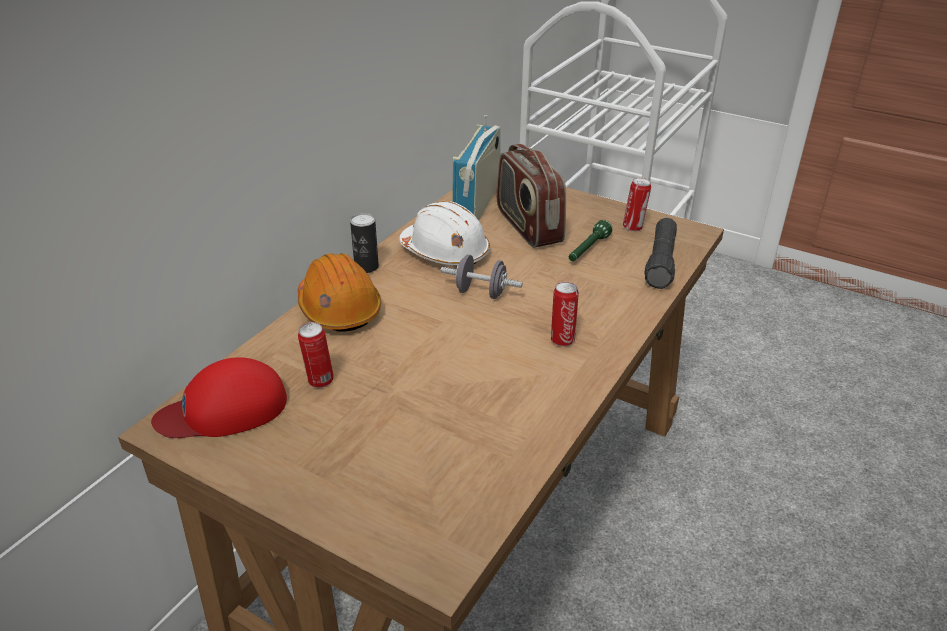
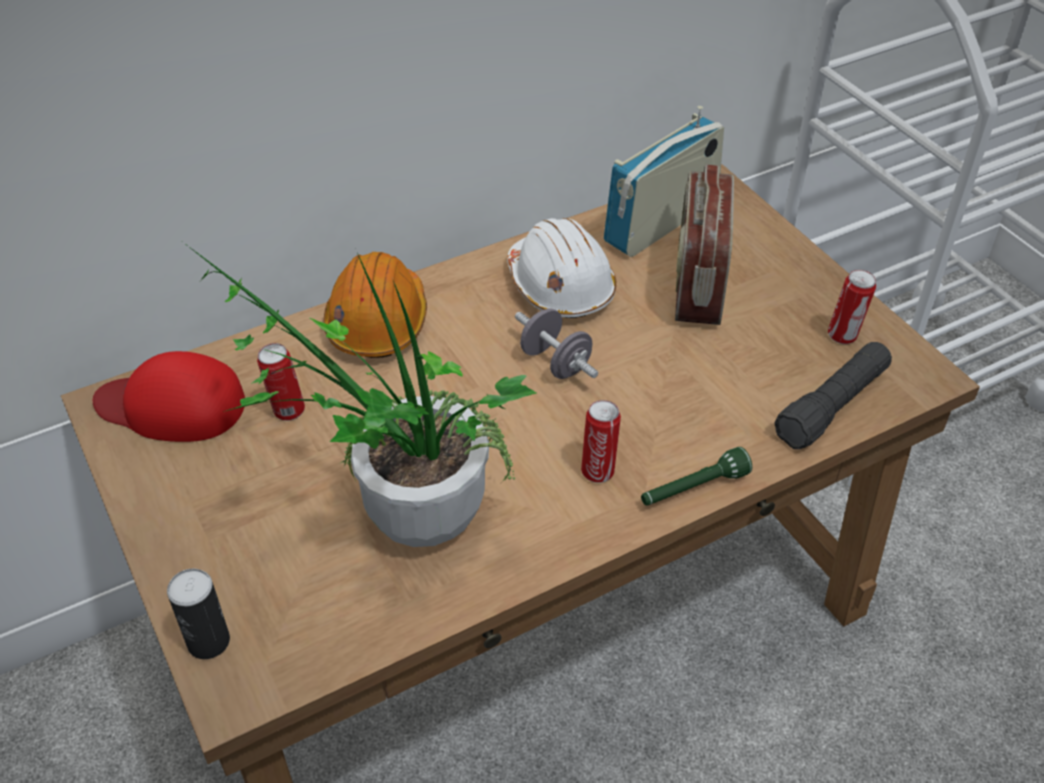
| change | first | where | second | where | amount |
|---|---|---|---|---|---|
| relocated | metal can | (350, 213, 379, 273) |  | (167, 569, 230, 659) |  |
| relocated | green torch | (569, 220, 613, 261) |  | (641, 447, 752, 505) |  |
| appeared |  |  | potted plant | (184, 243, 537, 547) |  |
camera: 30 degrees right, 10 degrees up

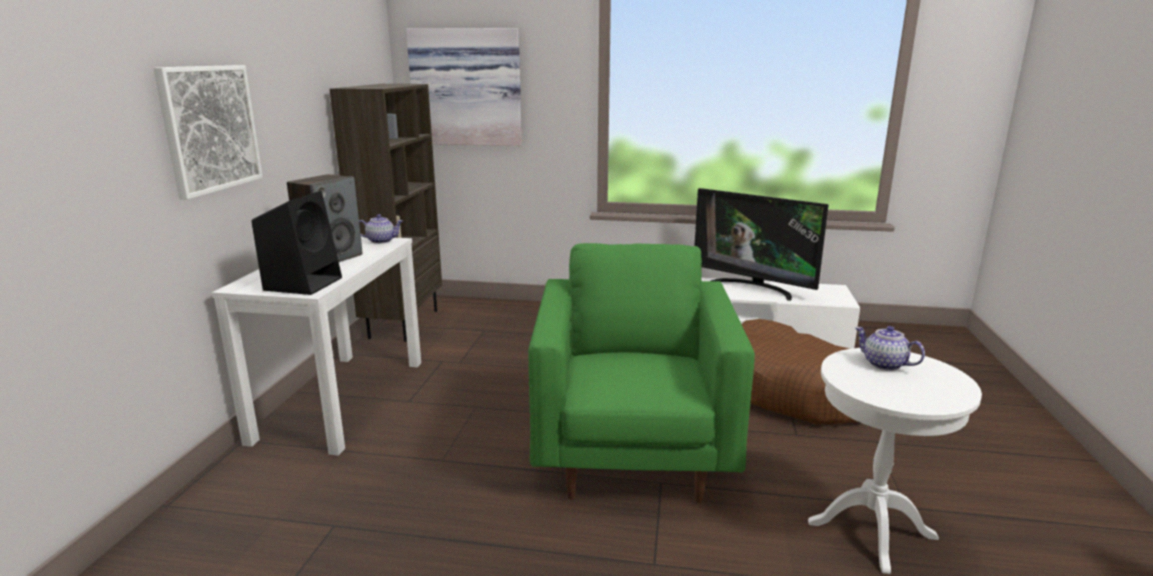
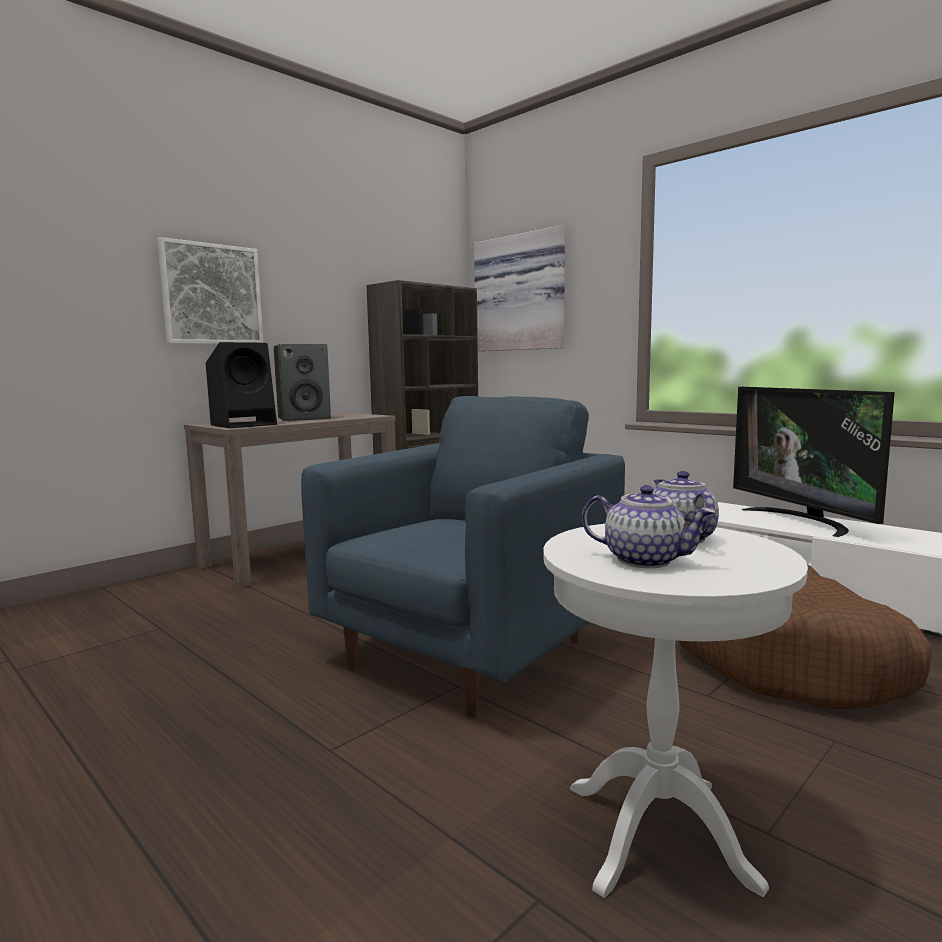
| change | first | where | second | where | amount |
|---|---|---|---|---|---|
| colour | whitish narrow table | (211, 236, 421, 456) | brown-coloured narrow table | (184, 413, 396, 588) |  |
| relocated | teapot | (359, 214, 403, 244) |  | (582, 485, 716, 568) |  |
| colour | green lounge chair | (528, 243, 755, 503) | blue-coloured lounge chair | (301, 396, 625, 718) |  |
camera: 35 degrees right, 10 degrees down

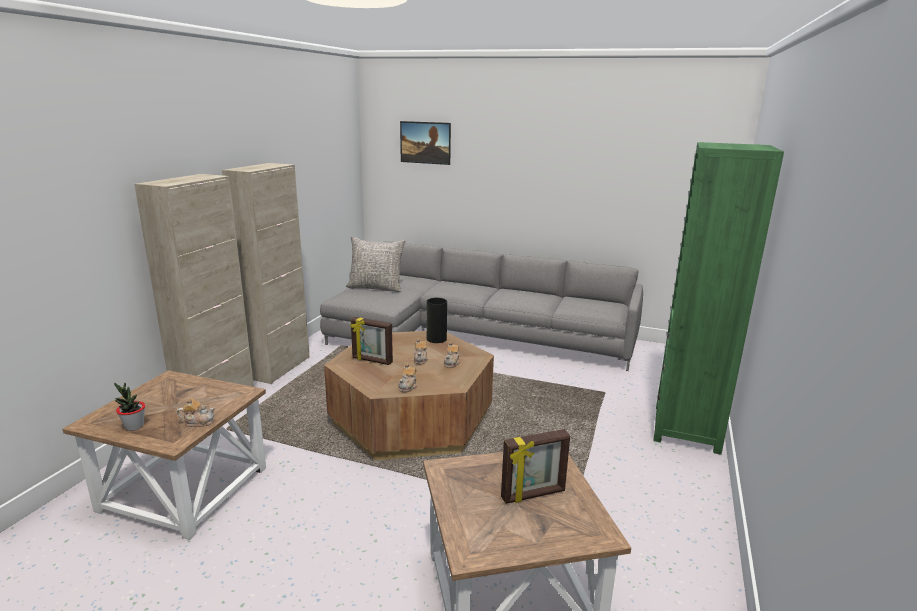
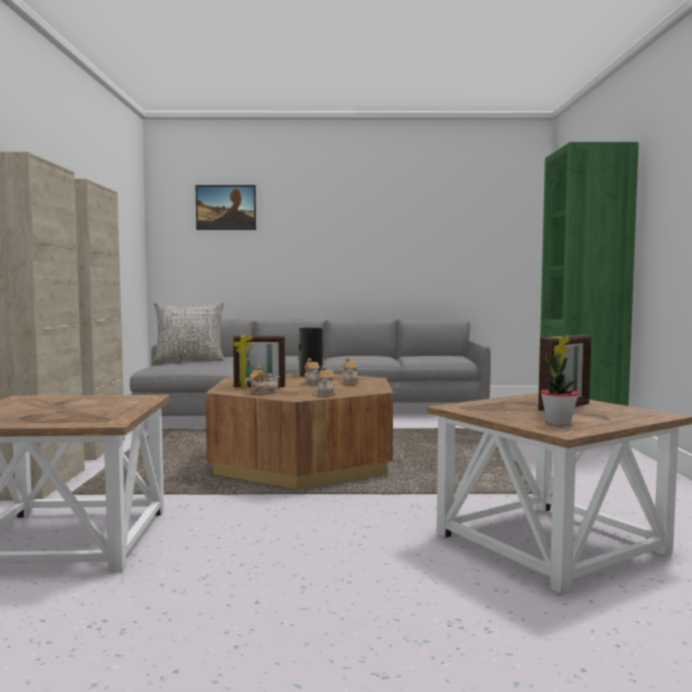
| change | first | where | second | where | amount |
|---|---|---|---|---|---|
| relocated | potted plant | (114, 382, 145, 431) |  | (541, 353, 579, 425) |  |
| relocated | teapot | (177, 398, 215, 427) |  | (244, 366, 280, 395) |  |
camera: 20 degrees left, 15 degrees down

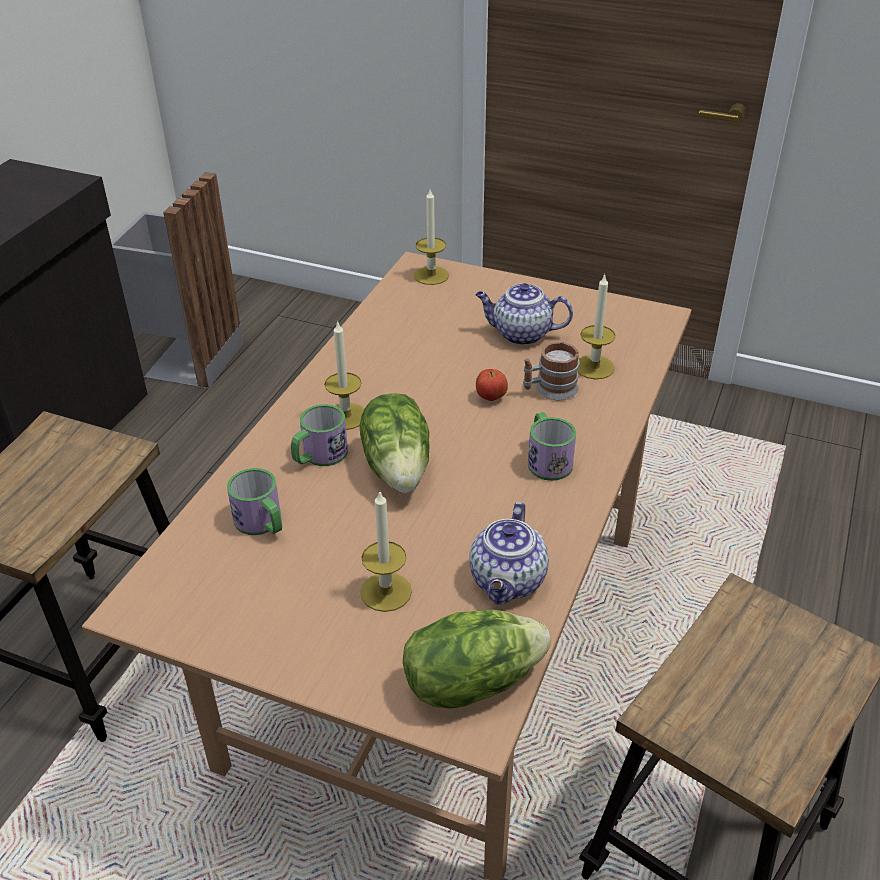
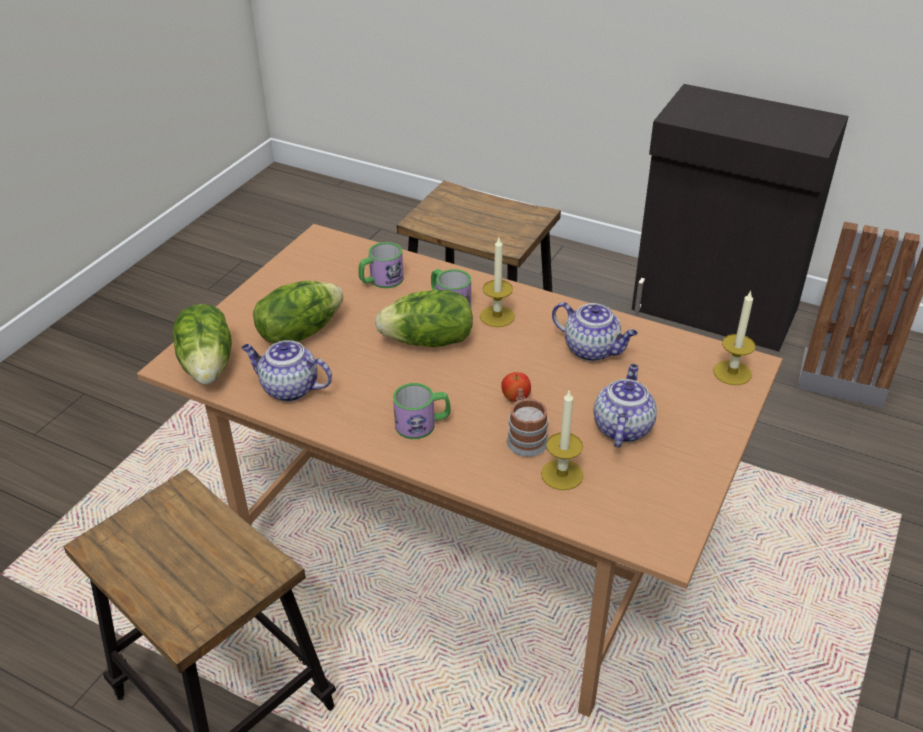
| change | first | where | second | where | amount |
|---|---|---|---|---|---|
| exchanged | wax candle | (360, 492, 412, 612) | head of lettuce | (253, 281, 344, 344) |  |
| appeared |  |  | teapot | (552, 302, 638, 361) |  |
camera: 95 degrees right, 0 degrees up

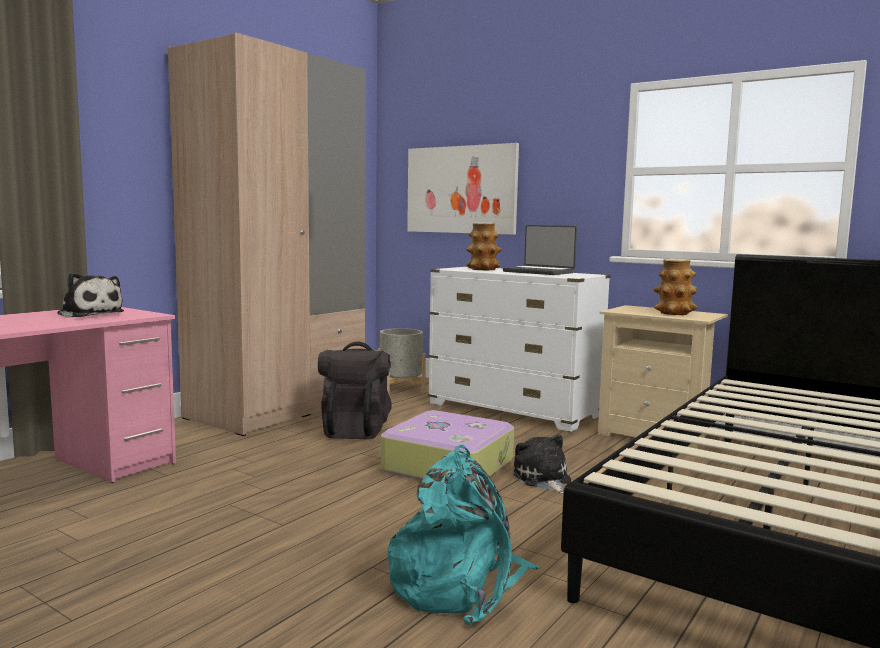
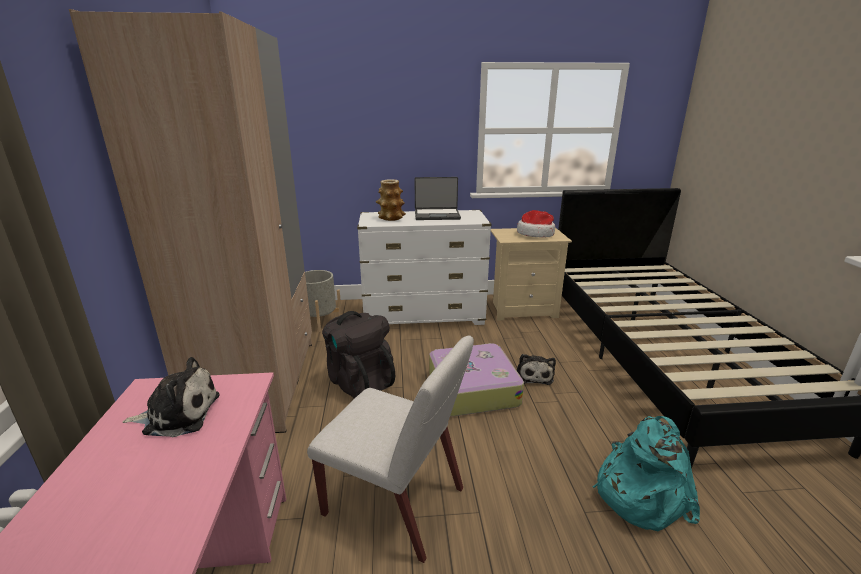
| change | first | where | second | where | amount |
|---|---|---|---|---|---|
| missing | picture | (407, 143, 519, 235) |  |  |  |
| spun | plush toy | (513, 434, 571, 493) |  | (517, 354, 556, 385) | 120 degrees counterclockwise |
| exchanged | decorative vase | (653, 259, 697, 315) | hat | (517, 210, 555, 237) |  |
| appeared |  |  | whitish chair | (307, 335, 474, 563) |  |
camera: 40 degrees left, 15 degrees up

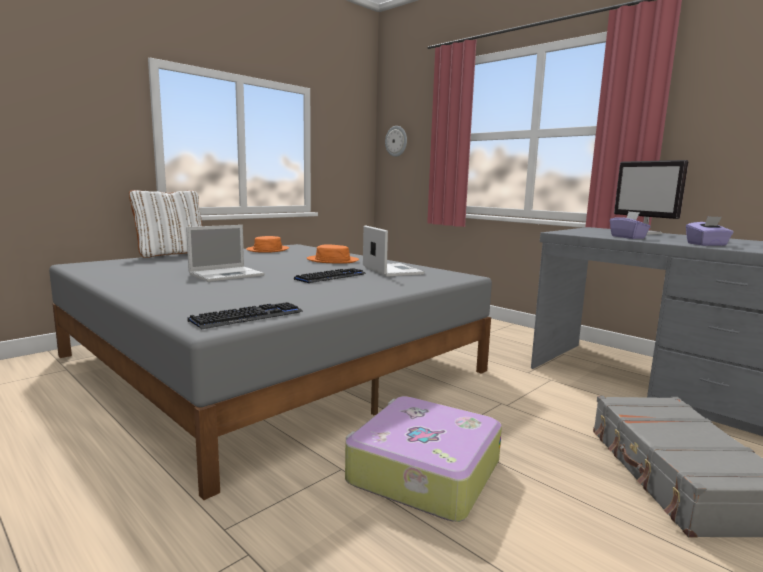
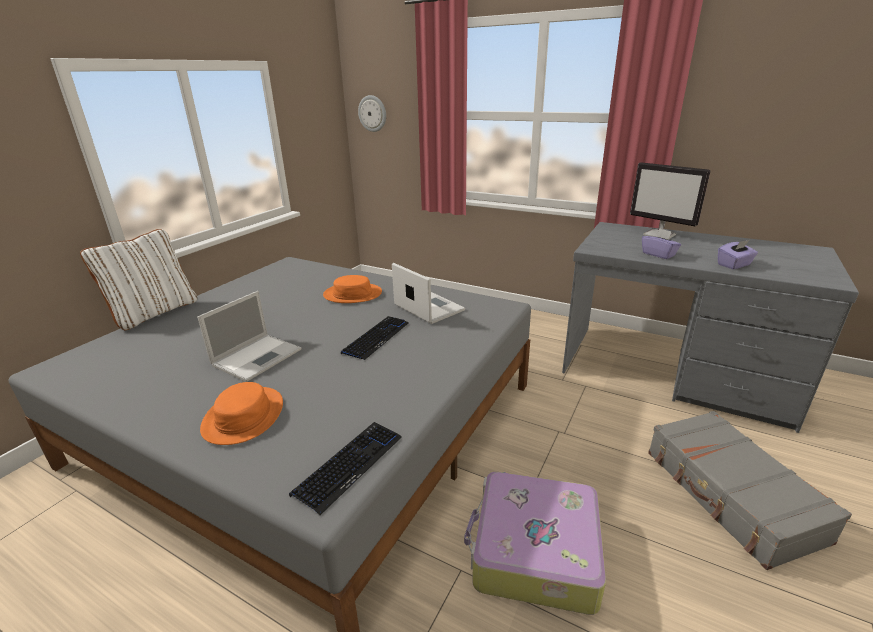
| change | first | where | second | where | amount |
|---|---|---|---|---|---|
| relocated | orangey hat | (246, 236, 289, 253) |  | (200, 382, 283, 445) |  |
camera: 15 degrees left, 15 degrees up

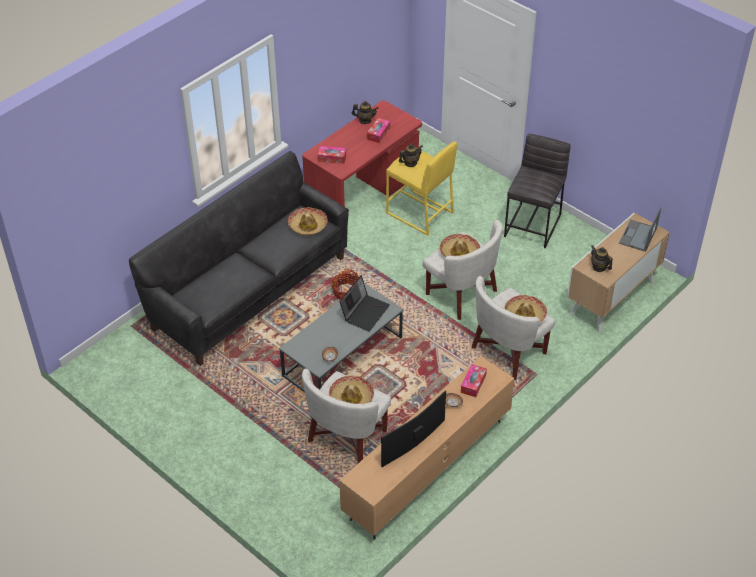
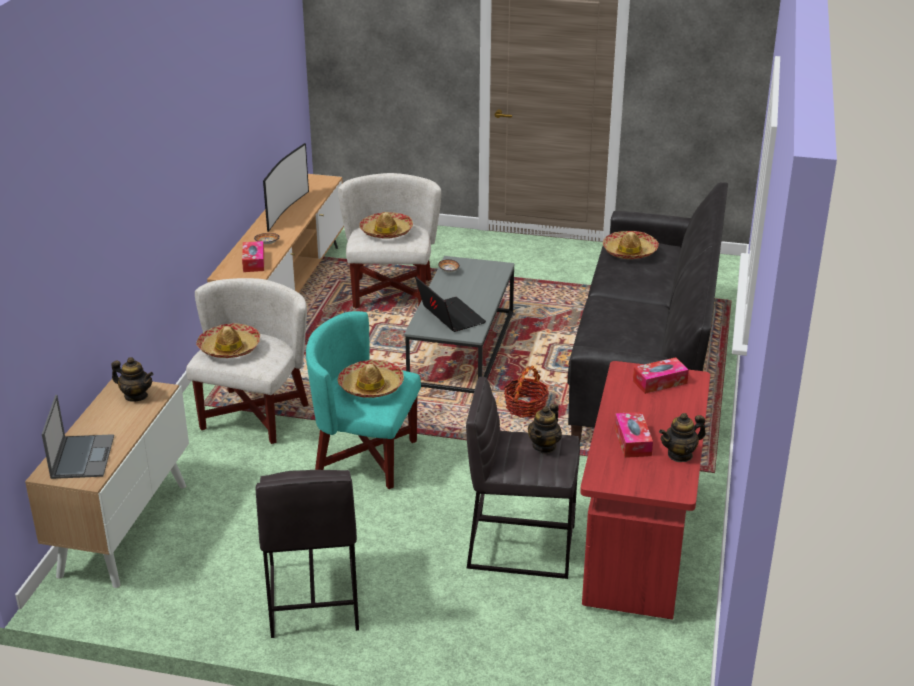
| change | first | where | second | where | amount |
|---|---|---|---|---|---|
| relocated | hat | (288, 207, 328, 235) |  | (603, 231, 659, 259) |  |
| spun | notebook computer | (340, 275, 390, 332) |  | (415, 277, 486, 332) | 150 degrees clockwise |
| colour | yellow-coloured stool seat | (386, 141, 457, 236) | grey stool seat | (466, 377, 580, 579) |  |
| colour | whitish lounge chair | (423, 220, 503, 320) | turquoise lounge chair | (306, 311, 421, 489) |  |
camera: 150 degrees right, 15 degrees down

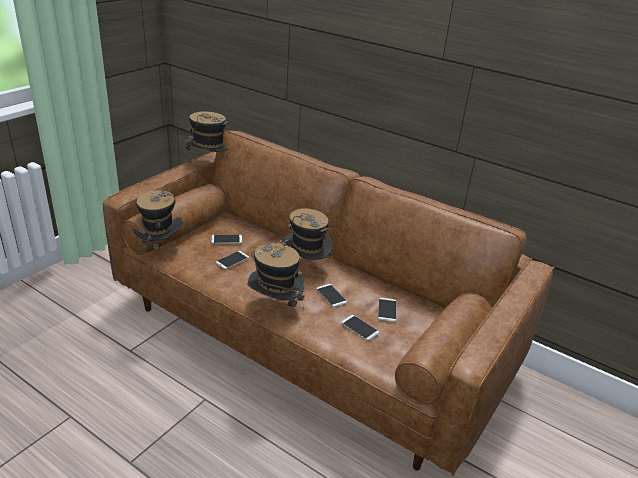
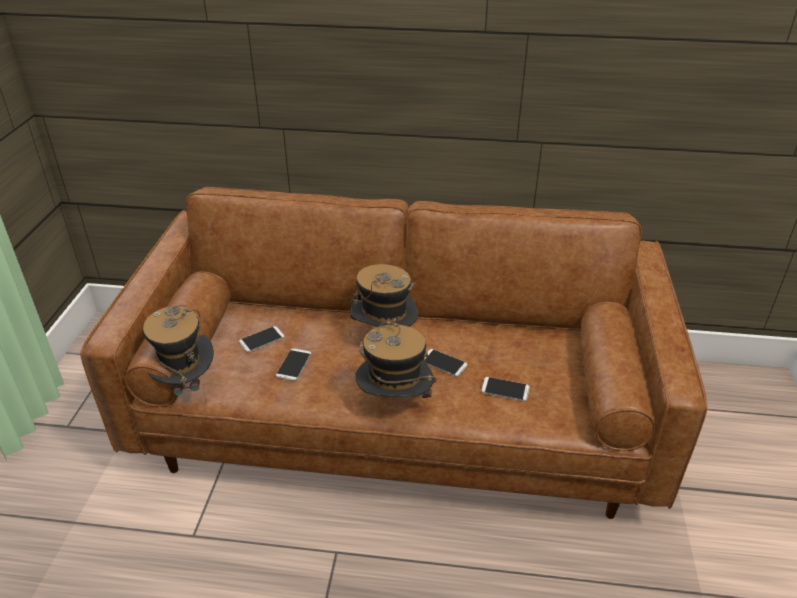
| change | first | where | second | where | amount |
|---|---|---|---|---|---|
| missing | hat | (185, 111, 229, 155) |  |  |  |
| missing | handset | (378, 298, 396, 322) |  |  |  |
camera: 25 degrees left, 5 degrees up

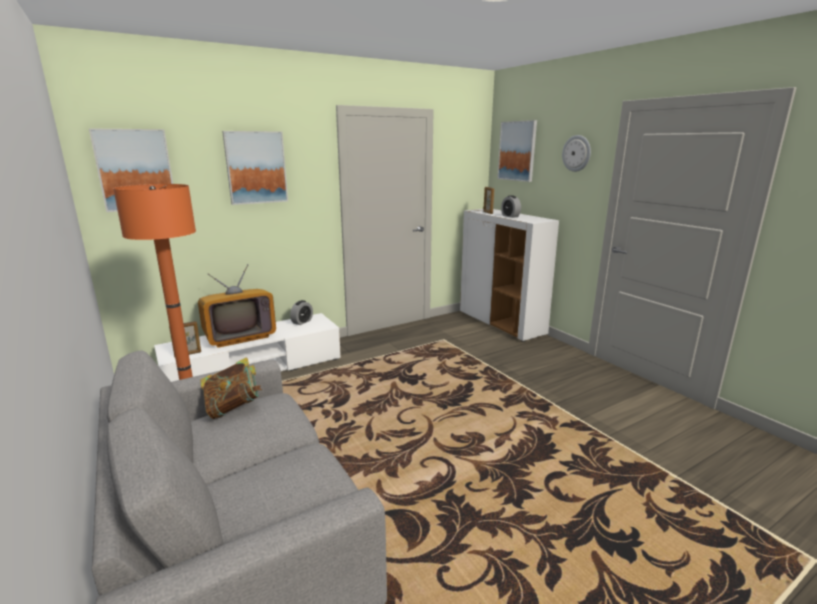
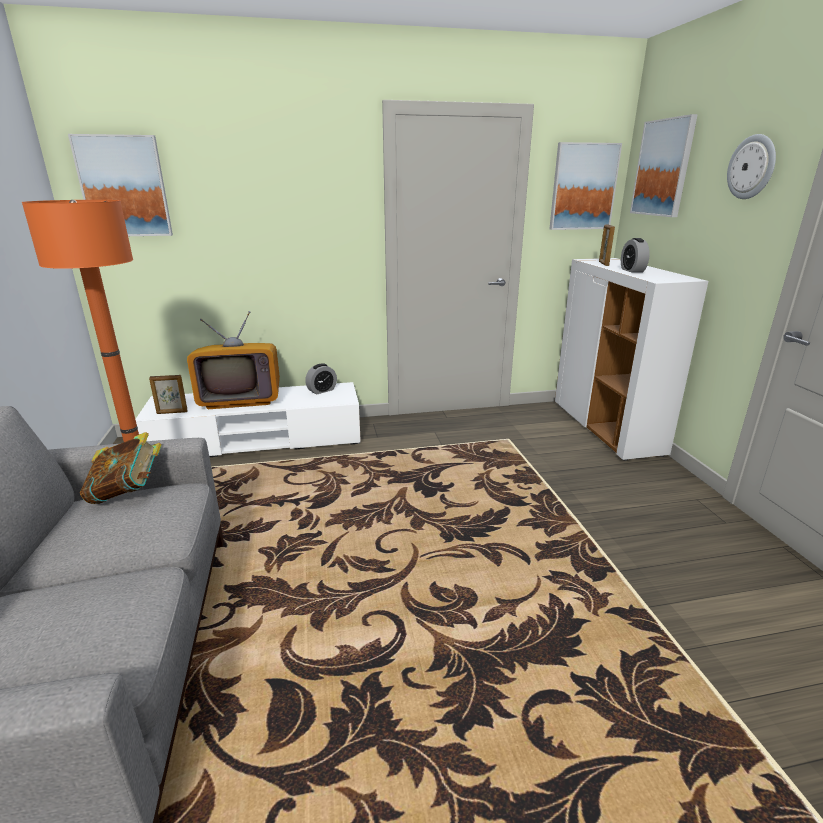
| change | first | where | second | where | amount |
|---|---|---|---|---|---|
| relocated | picture | (222, 131, 288, 205) |  | (550, 142, 622, 230) |  |
camera: 20 degrees right, 5 degrees up

